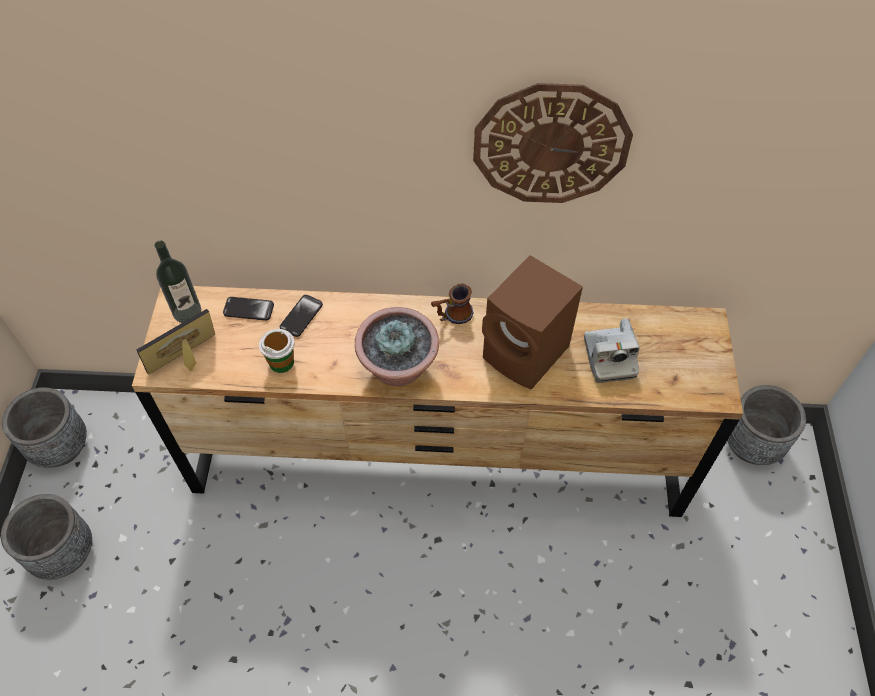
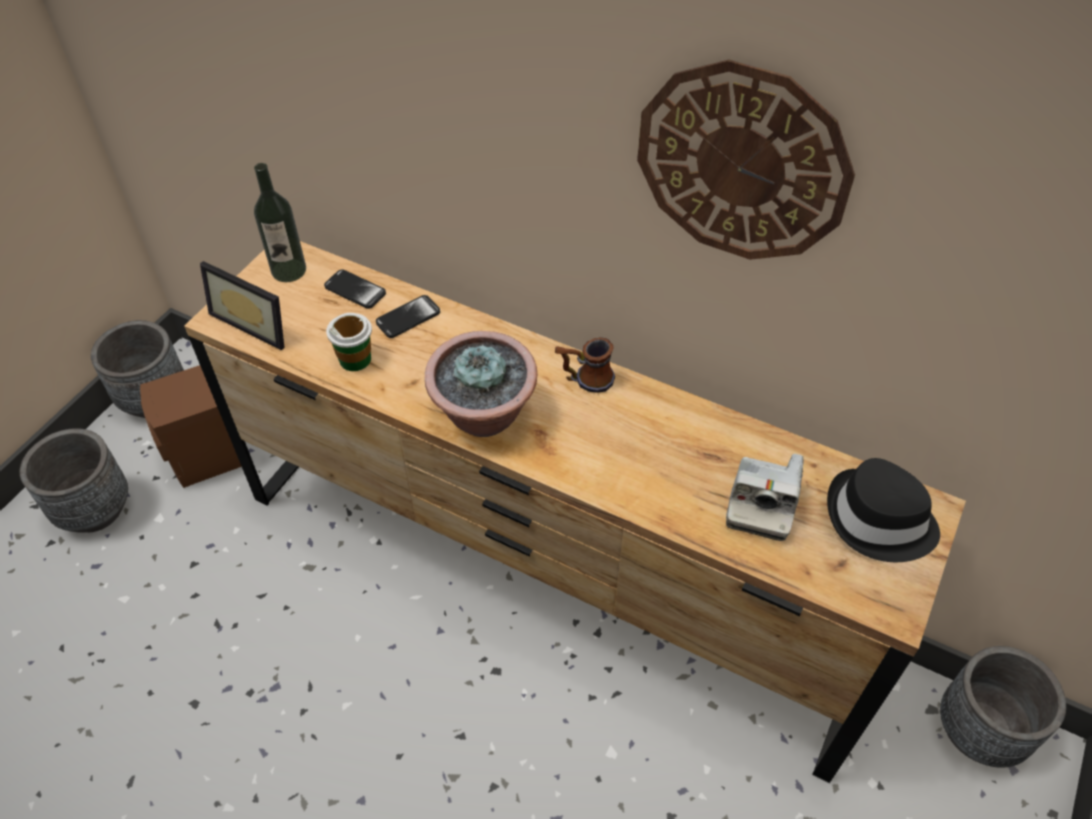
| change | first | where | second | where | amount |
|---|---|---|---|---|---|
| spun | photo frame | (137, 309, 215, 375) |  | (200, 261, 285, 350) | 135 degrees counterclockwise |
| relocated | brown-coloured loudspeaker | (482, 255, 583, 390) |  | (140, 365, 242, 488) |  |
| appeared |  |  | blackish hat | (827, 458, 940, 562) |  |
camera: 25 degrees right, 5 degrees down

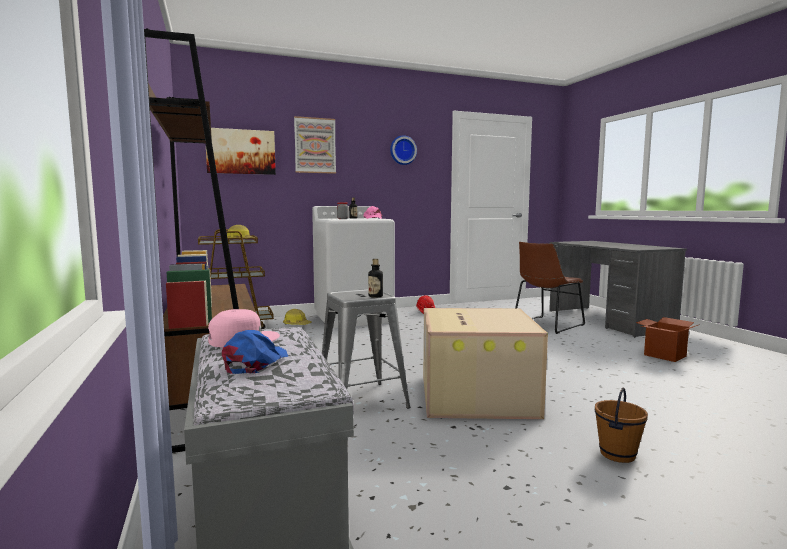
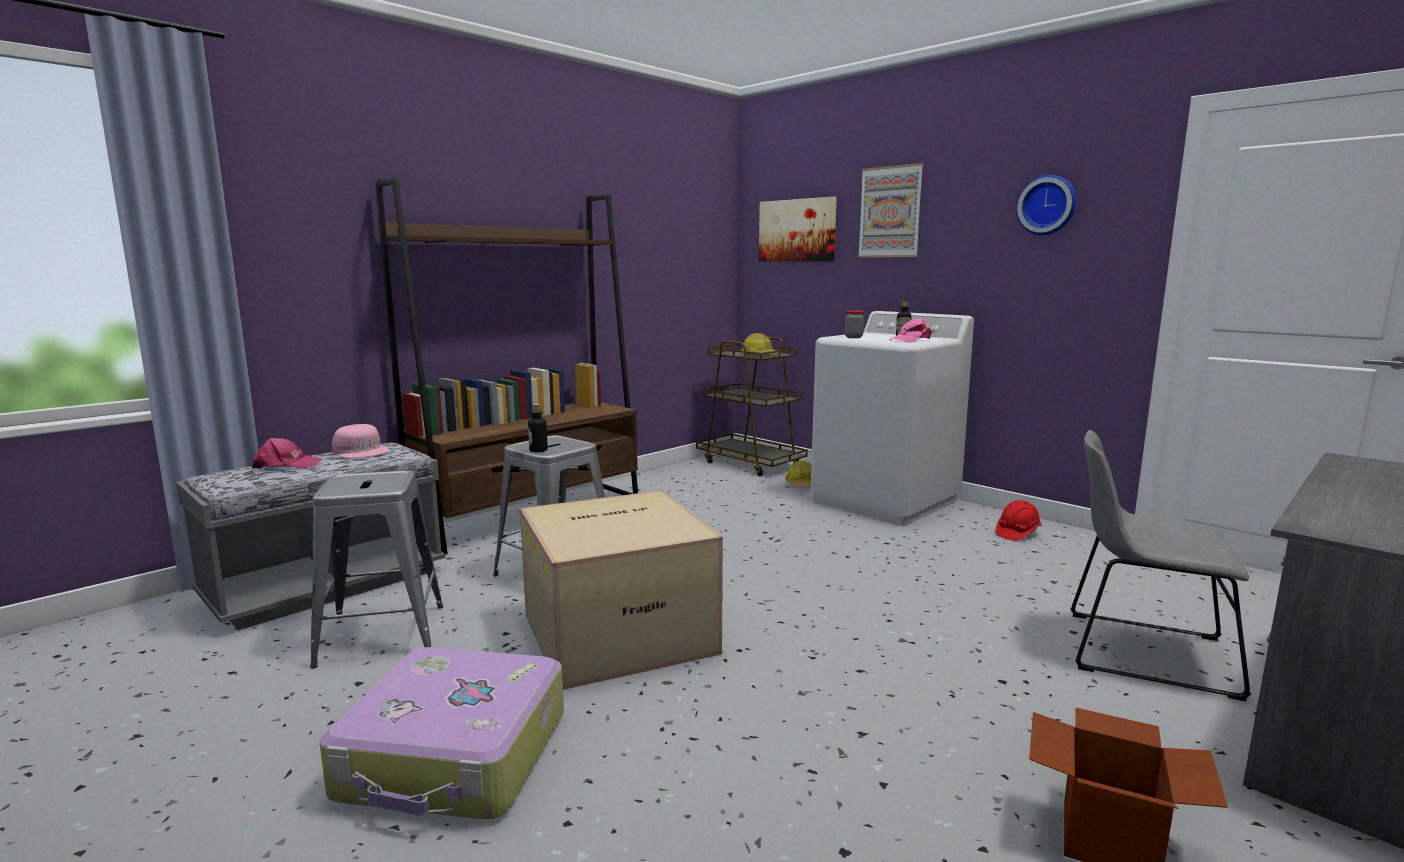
| change | first | where | second | where | amount |
|---|---|---|---|---|---|
| colour | blue-coloured baseball cap | (222, 330, 288, 374) | pink baseball cap | (251, 438, 322, 469) |  |
| colour | brown-coloured chair | (515, 242, 585, 334) | grey chair | (1071, 430, 1251, 701) |  |
| exchanged | brown-coloured bucket | (595, 388, 648, 463) | travel case | (320, 647, 564, 819) |  |
| appeared |  |  | grey stool seat | (310, 471, 443, 668) |  |
camera: 65 degrees right, 5 degrees up

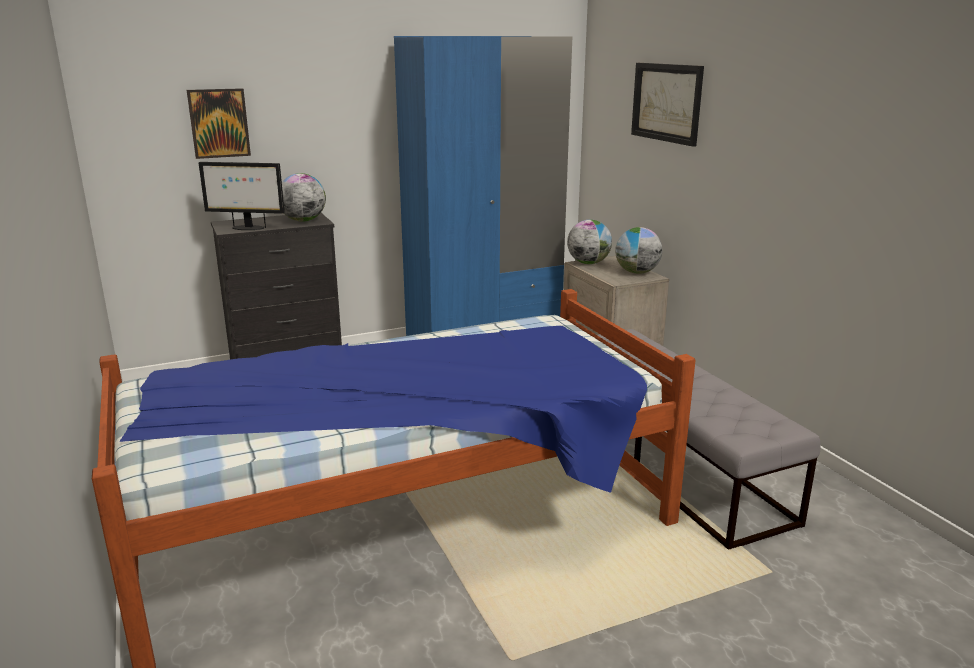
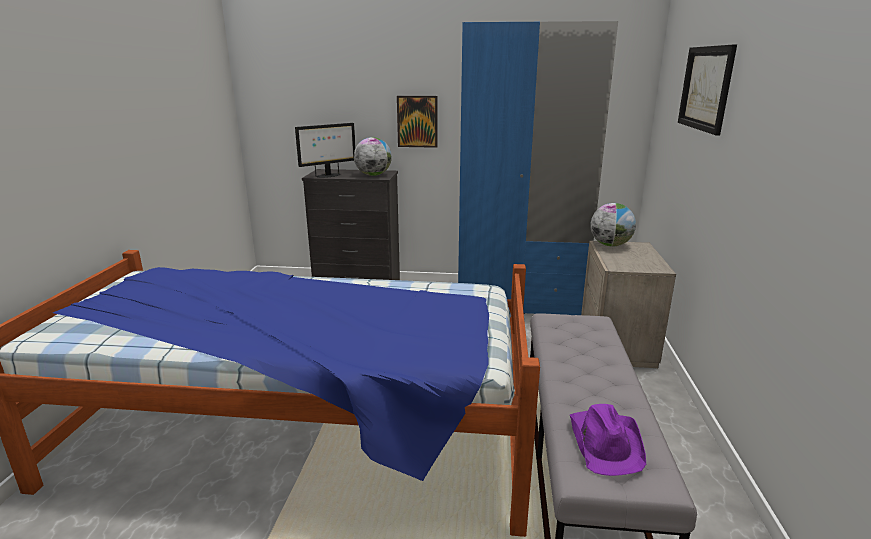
| change | first | where | second | where | amount |
|---|---|---|---|---|---|
| relocated | picture | (187, 88, 251, 159) |  | (397, 96, 438, 148) |  |
| spun | computer display | (199, 162, 285, 230) |  | (295, 123, 356, 178) | 75 degrees counterclockwise |
| missing | desk globe | (615, 227, 662, 274) |  |  |  |
| appeared |  |  | purplish hat | (570, 404, 646, 476) |  |
camera: 30 degrees right, 0 degrees up

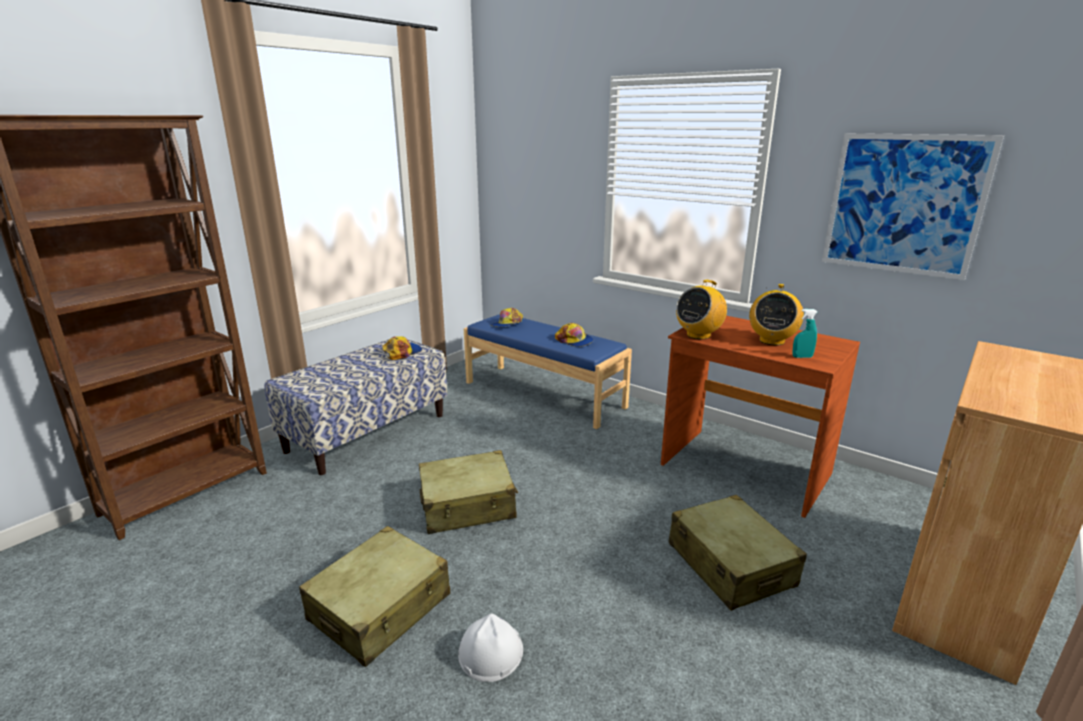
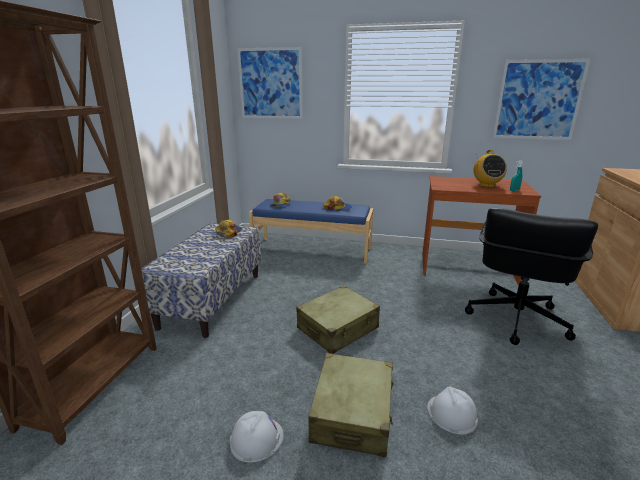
| change | first | where | second | where | amount |
|---|---|---|---|---|---|
| exchanged | sand-coloured travel case | (668, 495, 807, 611) | blackish computer chair | (465, 208, 598, 345) |  |
| missing | radio | (676, 280, 727, 340) |  |  |  |
| appeared |  |  | whitish hard hat | (230, 411, 284, 462) |  |
| appeared |  |  | picture | (237, 47, 303, 119) |  |
camera: 25 degrees left, 0 degrees up

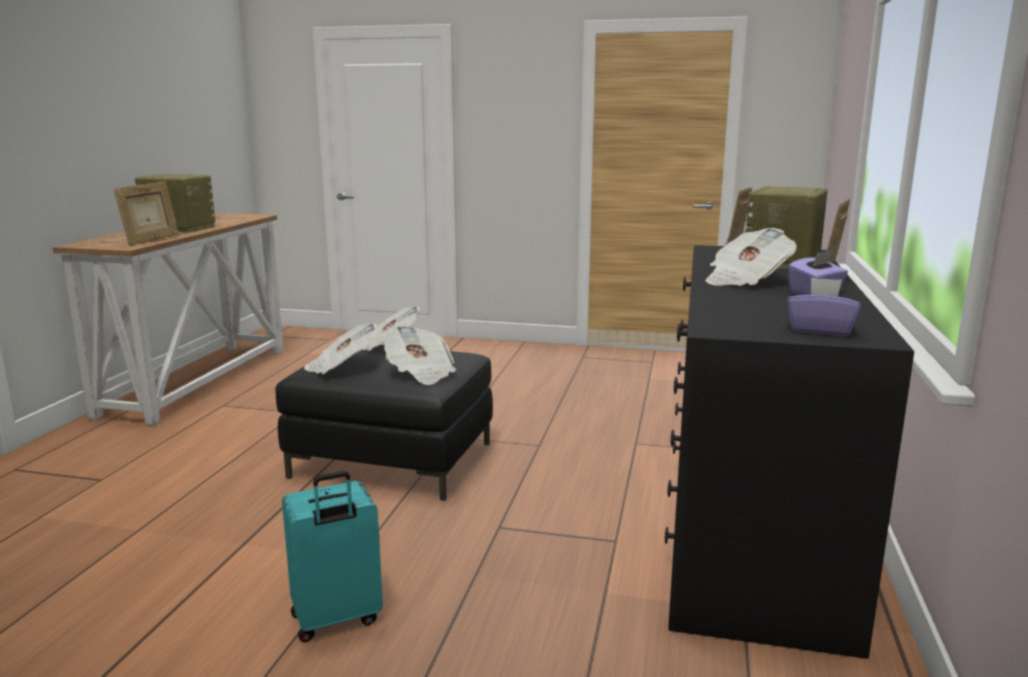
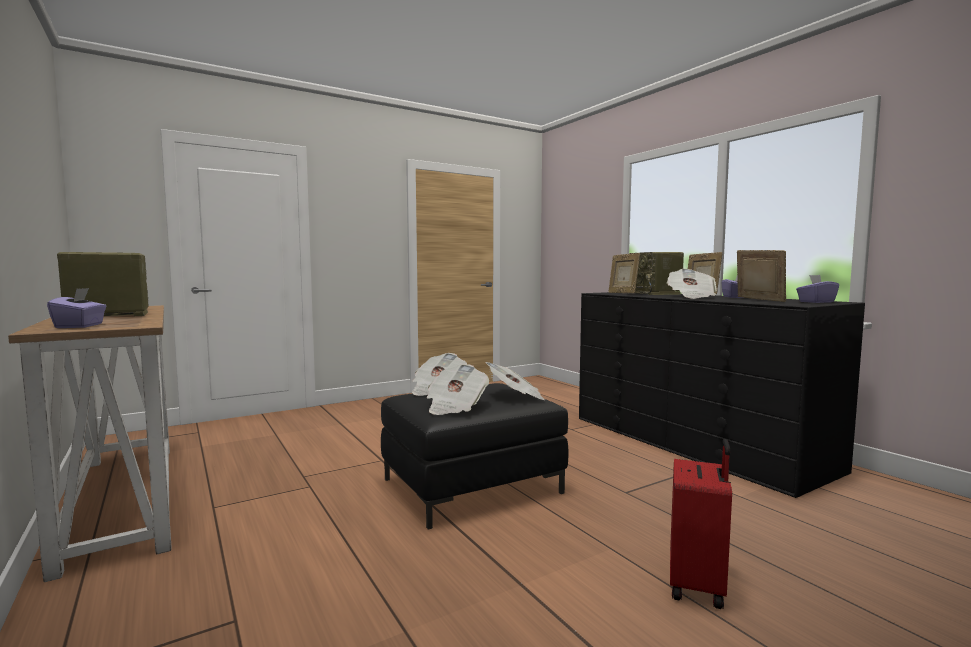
| change | first | where | second | where | amount |
|---|---|---|---|---|---|
| relocated | photo frame | (114, 181, 179, 245) |  | (737, 250, 786, 302) |  |
| colour | turquoise travel case | (282, 471, 383, 642) | red-coloured travel case | (670, 439, 732, 609) |  |
| appeared |  |  | purplish box of tissues | (47, 288, 107, 328) |  |
camera: 45 degrees left, 10 degrees down

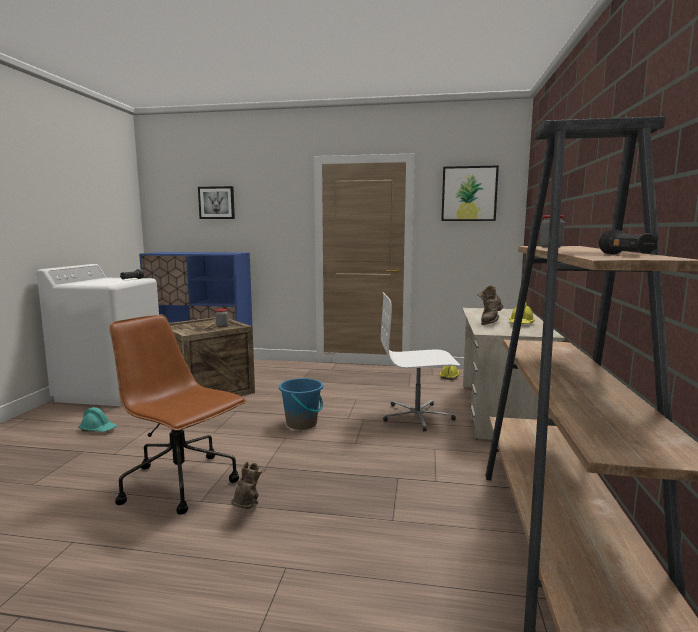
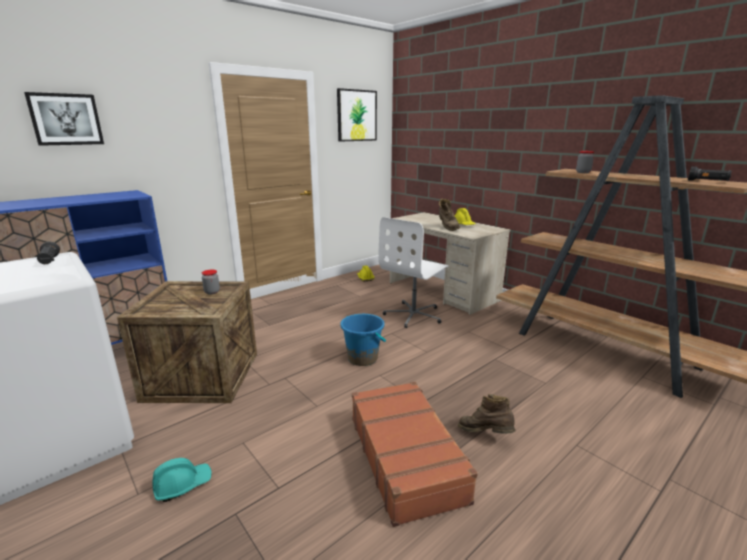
| change | first | where | second | where | amount |
|---|---|---|---|---|---|
| exchanged | brown-coloured computer chair | (110, 315, 247, 515) | brown-coloured travel case | (352, 382, 478, 527) |  |
camera: 50 degrees left, 10 degrees up

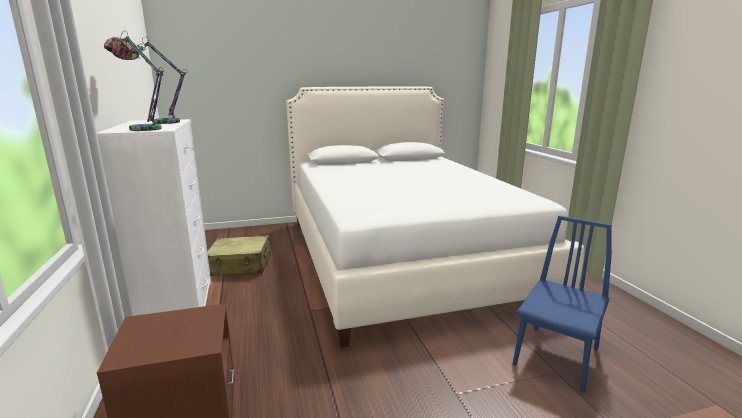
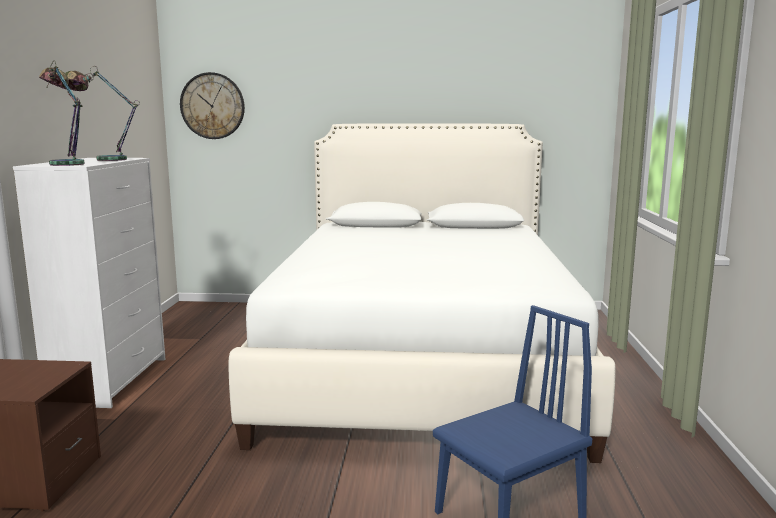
| change | first | where | second | where | amount |
|---|---|---|---|---|---|
| missing | sand-coloured travel case | (207, 236, 271, 276) |  |  |  |
| appeared |  |  | wall clock | (180, 72, 245, 139) |  |
camera: 20 degrees right, 5 degrees down

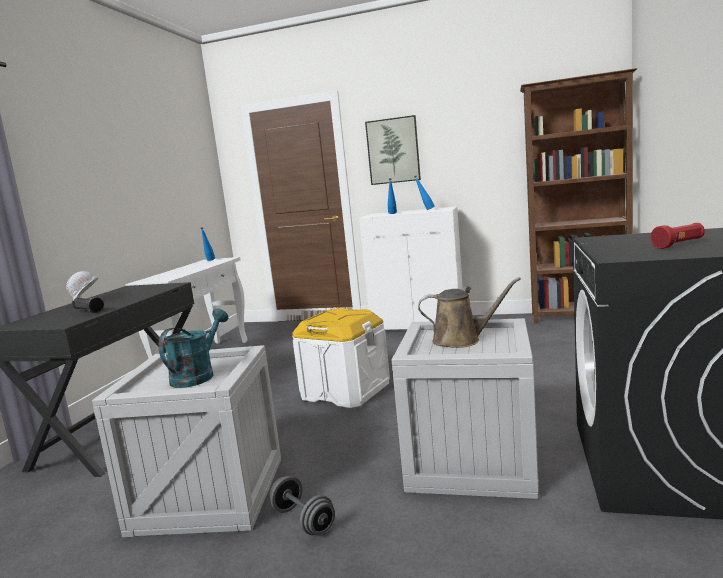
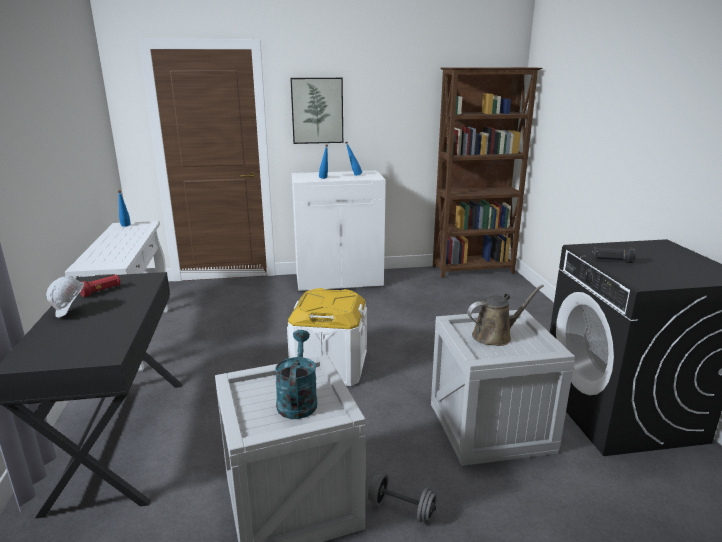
| change | first | where | second | where | amount |
|---|---|---|---|---|---|
| relocated | blackish torch | (72, 297, 104, 313) |  | (592, 247, 635, 263) |  |
| relocated | red-coloured torch | (651, 223, 705, 249) |  | (80, 275, 121, 297) |  |
camera: 25 degrees left, 10 degrees up

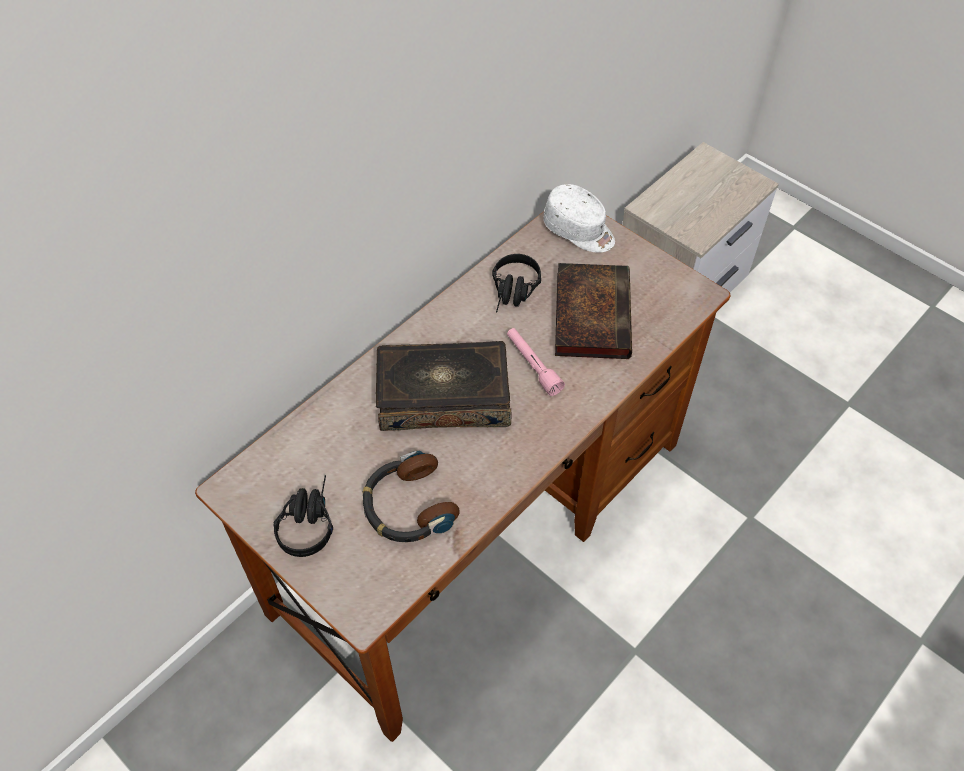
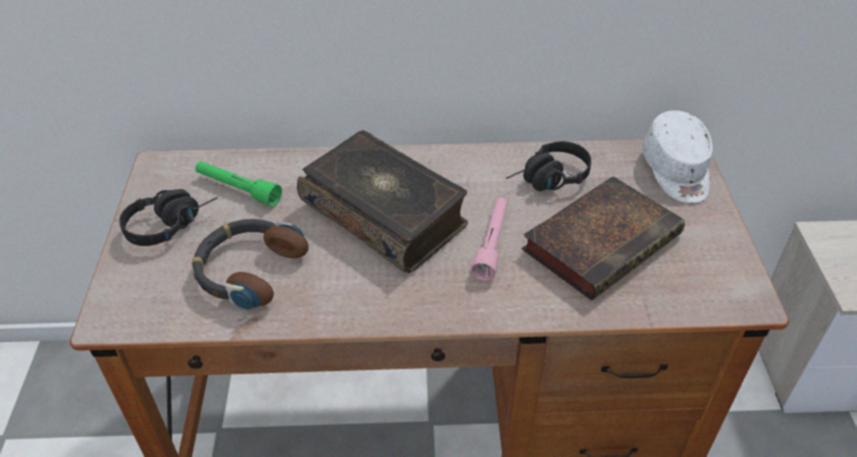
| change | first | where | second | where | amount |
|---|---|---|---|---|---|
| appeared |  |  | green torch | (195, 161, 282, 207) |  |
camera: 45 degrees right, 10 degrees down

